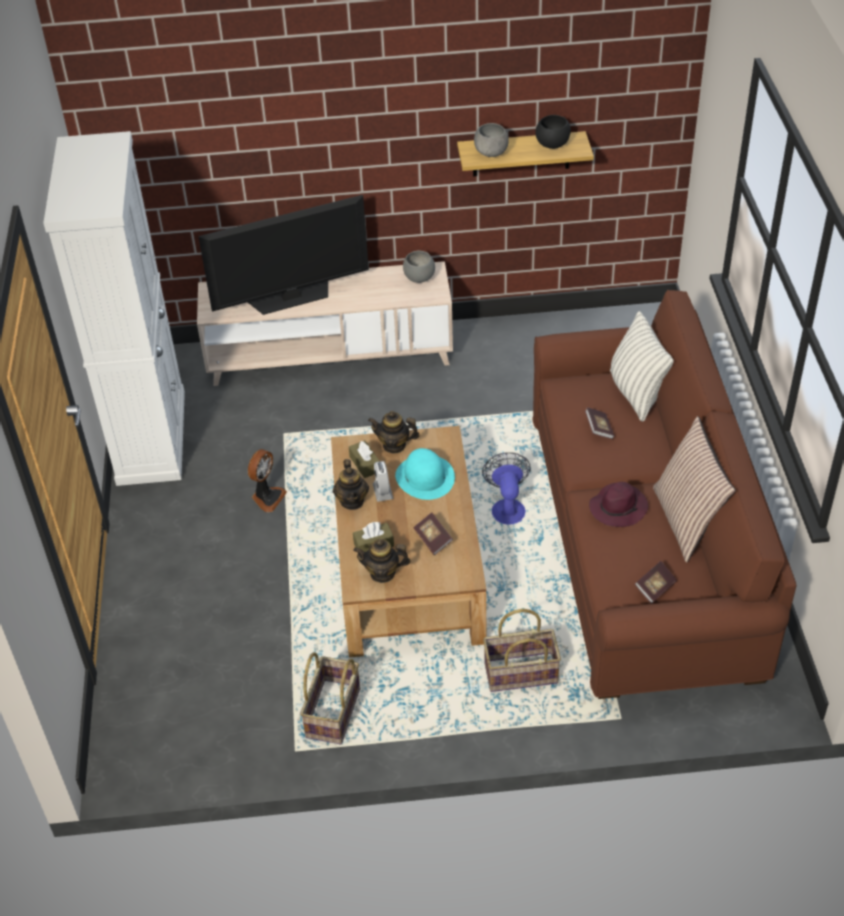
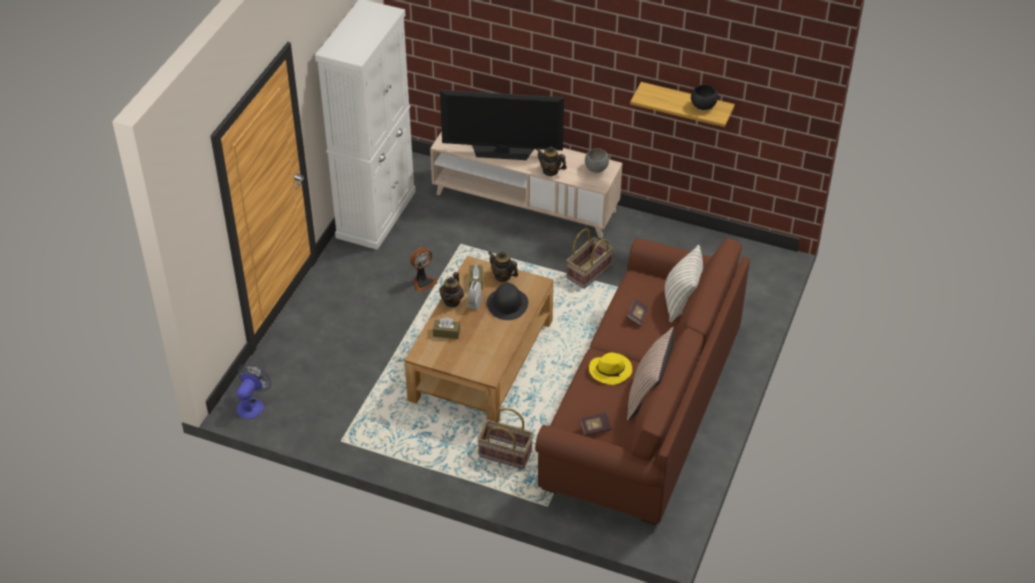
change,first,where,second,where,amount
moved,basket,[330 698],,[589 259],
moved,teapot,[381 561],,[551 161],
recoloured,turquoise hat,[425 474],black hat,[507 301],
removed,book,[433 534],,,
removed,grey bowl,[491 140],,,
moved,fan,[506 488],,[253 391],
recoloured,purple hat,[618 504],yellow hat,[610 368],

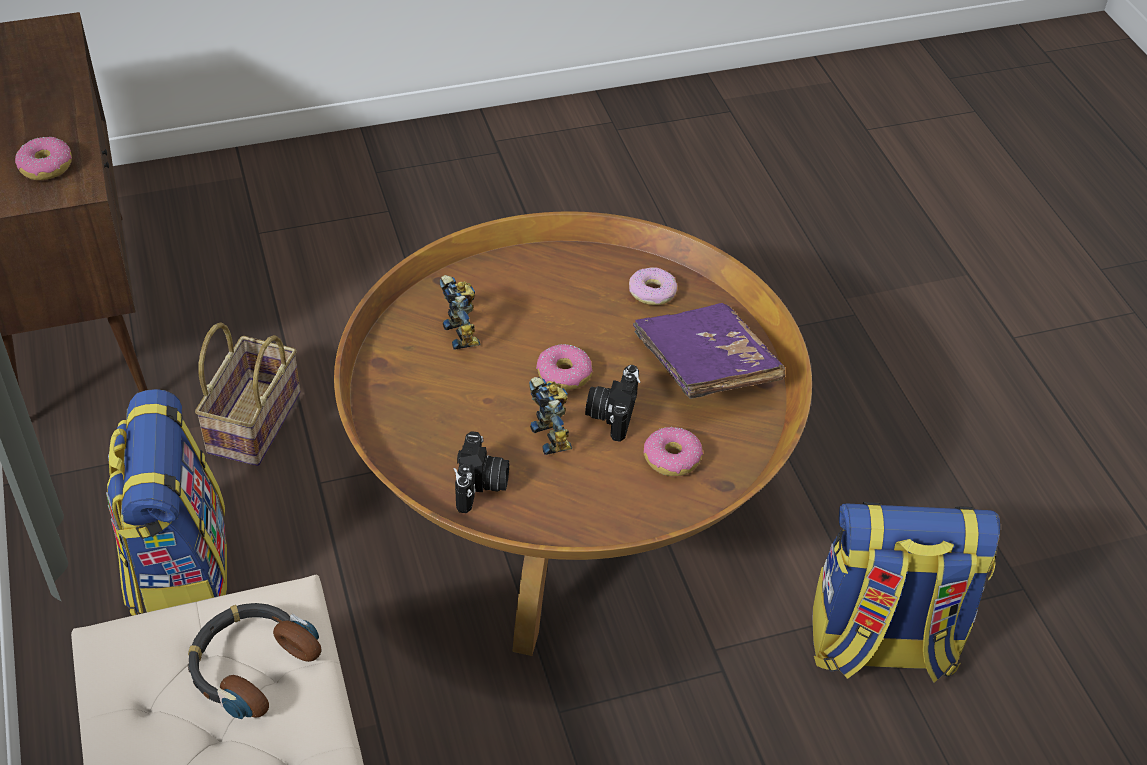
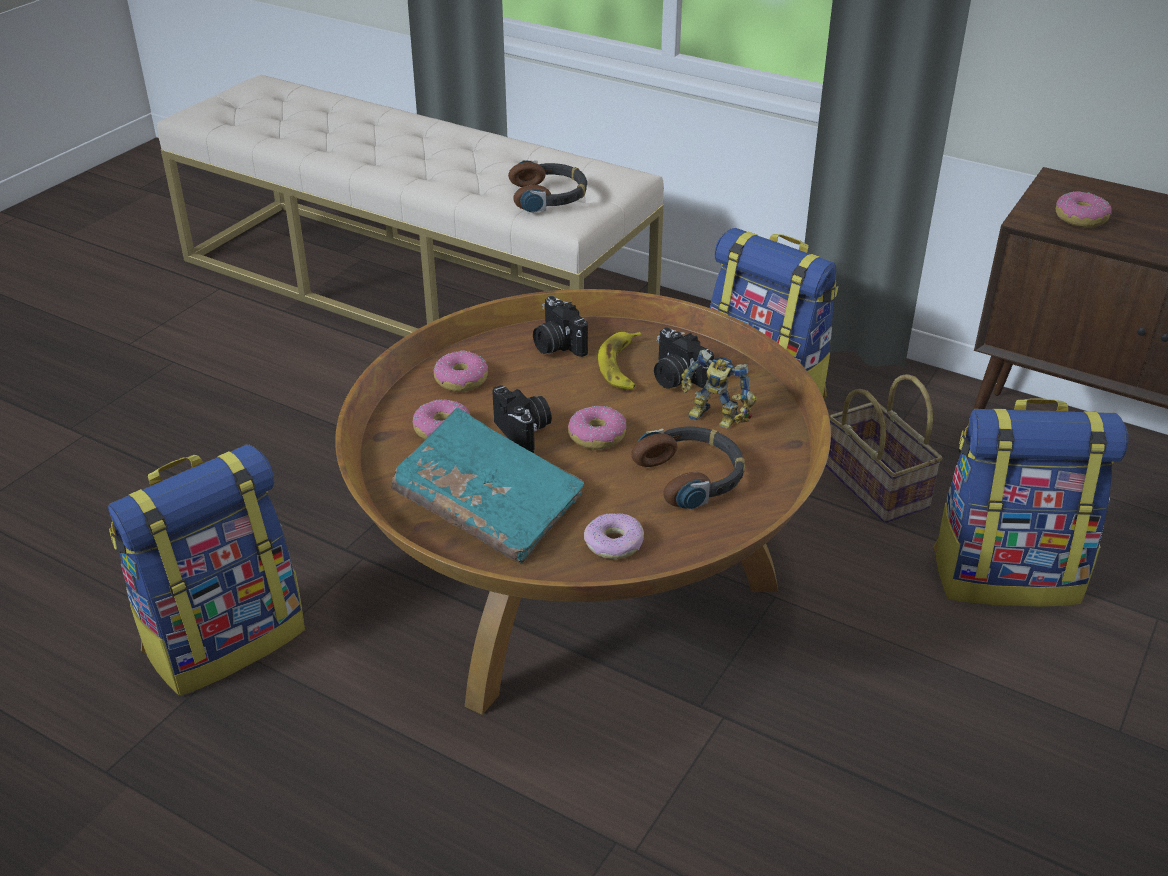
change,first,where,second,where,amount
removed,toy robot,[550 416],,,
recoloured,purple book,[709 351],turquoise book,[487 485],
added,,,donut,[461 371],
added,,,banana,[619 360],
added,,,headphones,[688 468],
added,,,photo camera,[684 358],
added,,,backpack,[1030 502],

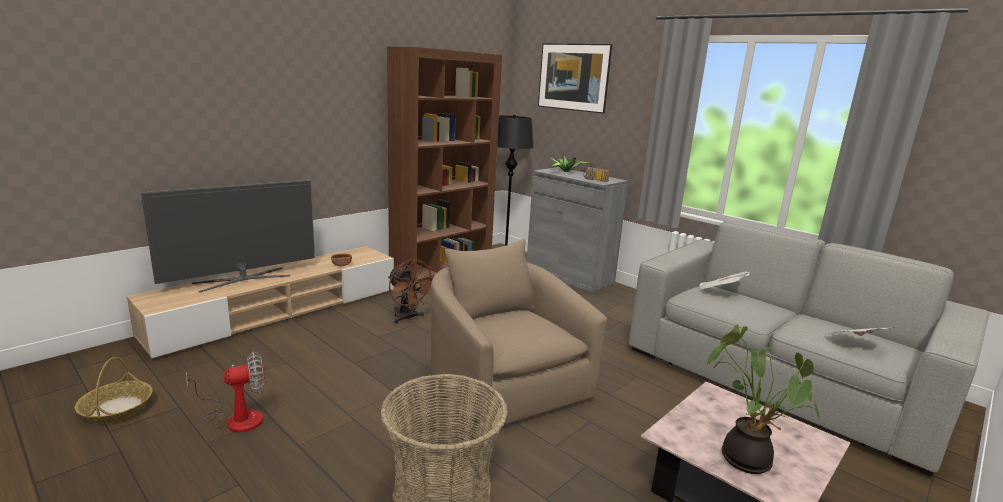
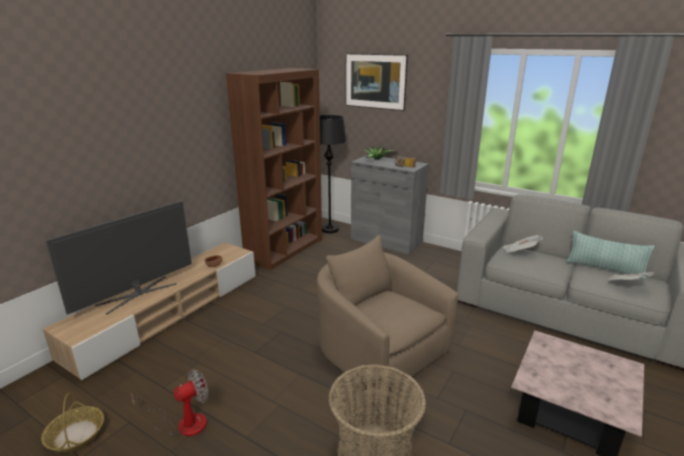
change,first,where,second,where,amount
removed,brown fan,[410 291],,,
removed,potted plant,[763 399],,,
added,,,pillow,[610 255],

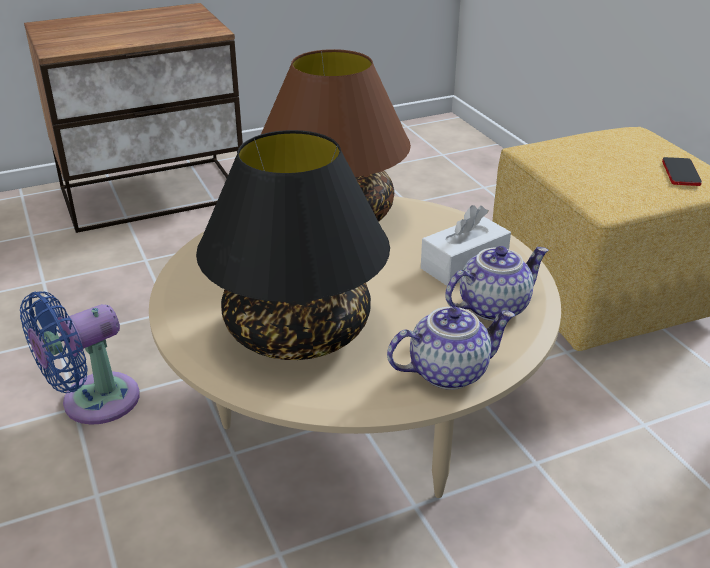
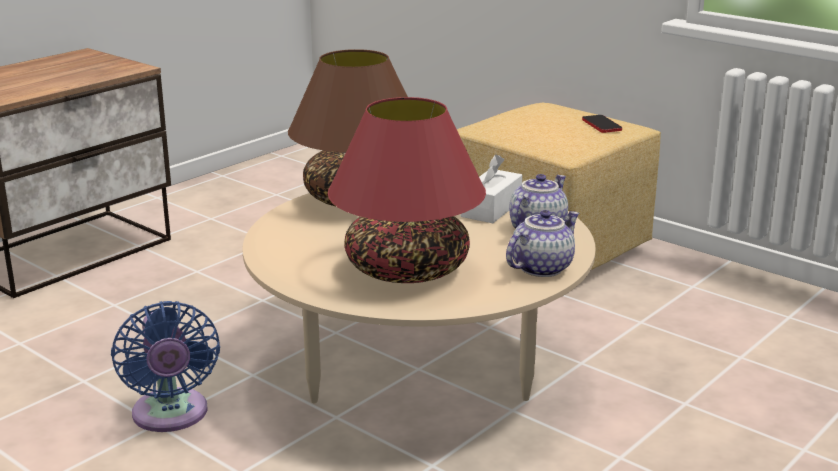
change,first,where,second,where,amount
turned,blue fan,[80 358],,[165 366],45 degrees counterclockwise
recoloured,black table lamp,[293 245],red table lamp,[407 190],

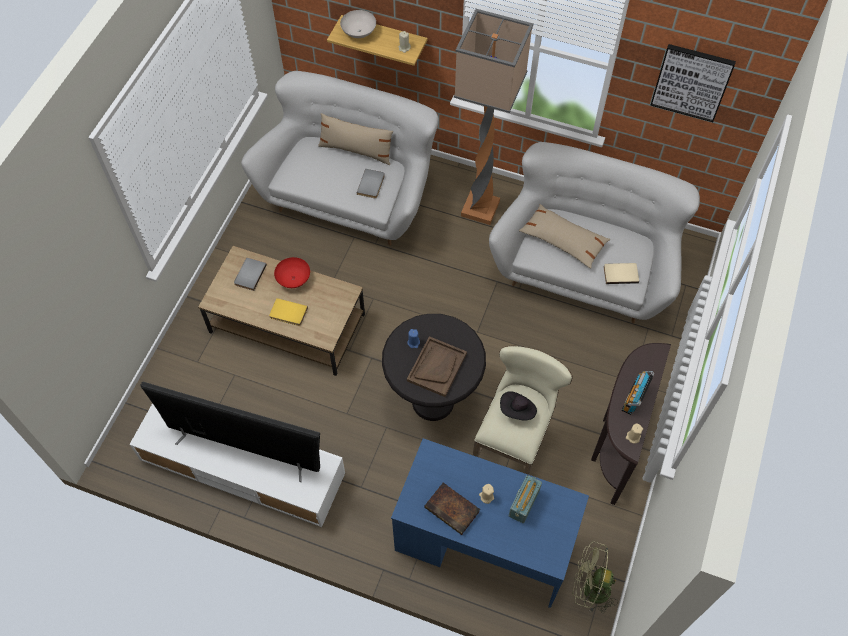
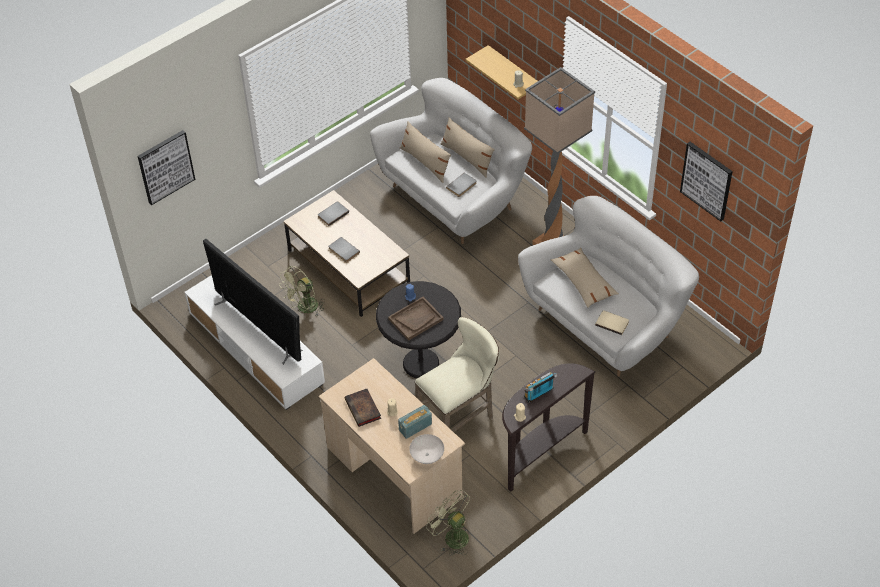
change,first,where,second,where,amount
recoloured,yellow book,[288 312],grey book,[344 249],
removed,red bowl,[292 272],,,
moved,white bowl,[358 24],,[426 449],
recoloured,blue desk,[490 523],beige desk,[392 446],
removed,black hat,[518 406],,,
added,,,picture,[166 167],
added,,,green fan,[302 291],
added,,,beige pillow,[425 152],

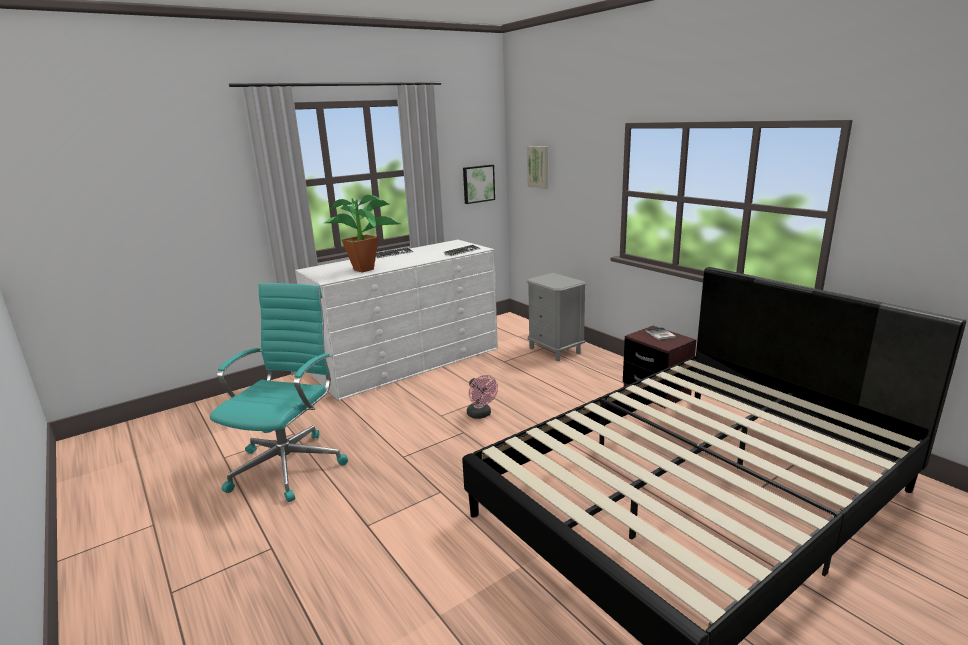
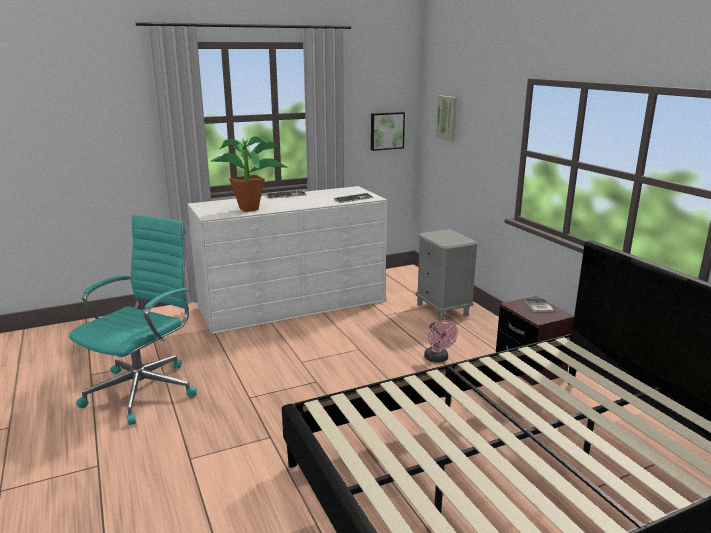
change,first,where,second,where,amount
moved,pink fan,[482 397],,[441 341],

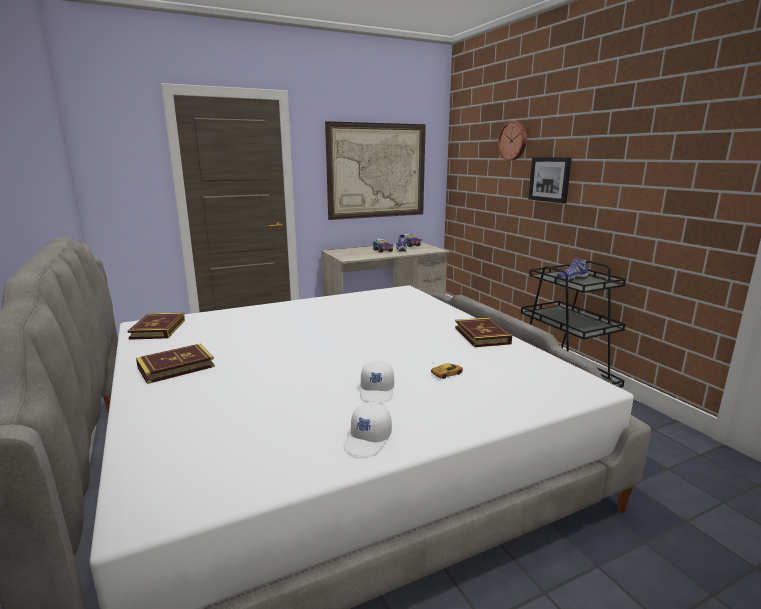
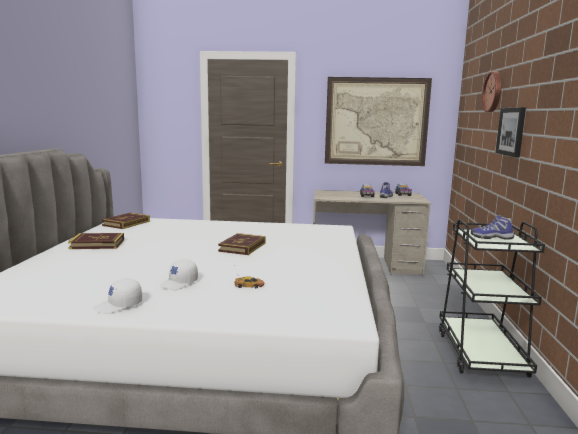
change,first,where,second,where,amount
moved,book,[483 332],,[242 244],

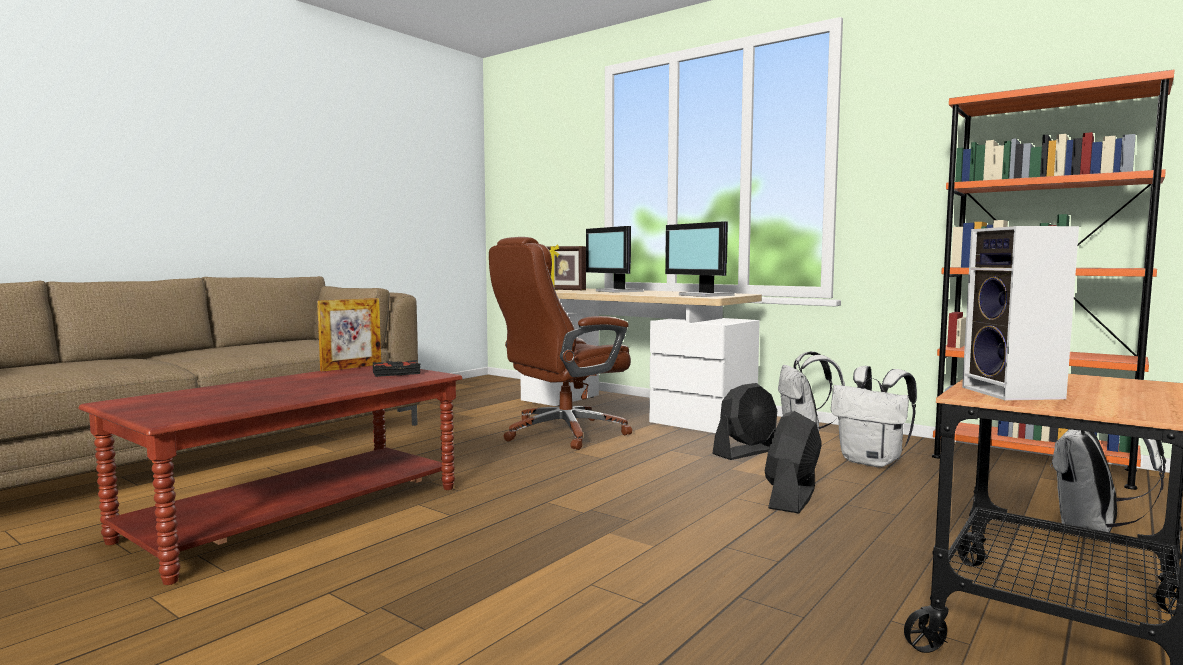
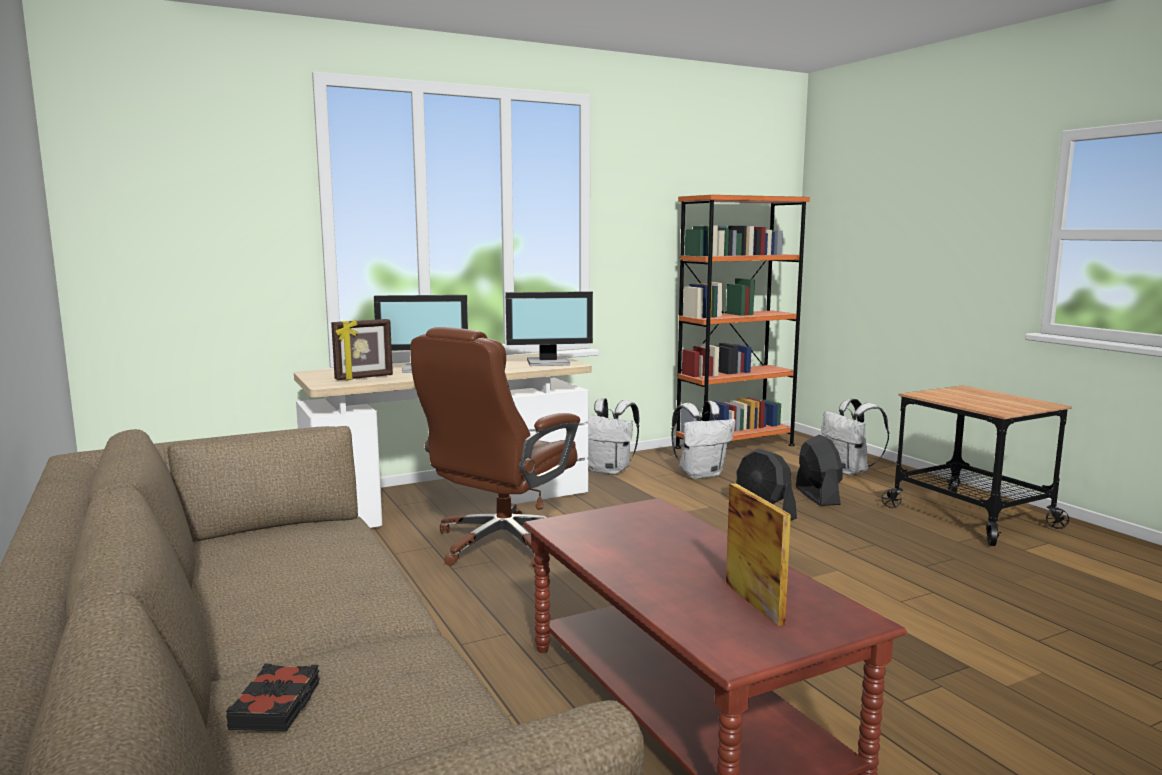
change,first,where,second,where,amount
moved,picture frame,[349 335],,[758 554],
moved,black book,[397 368],,[273 697],
turned,brown office chair,[560 343],,[495 447],45 degrees clockwise
moved,black fan,[745 421],,[819 470],
removed,speaker,[1020 313],,,

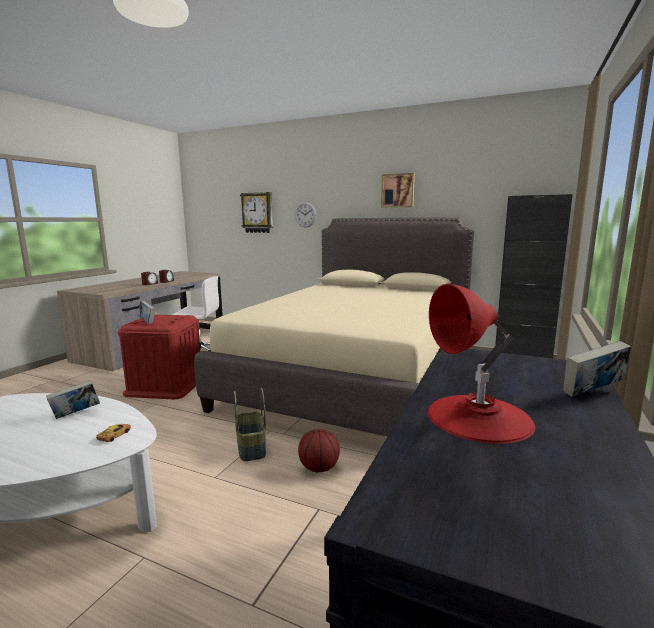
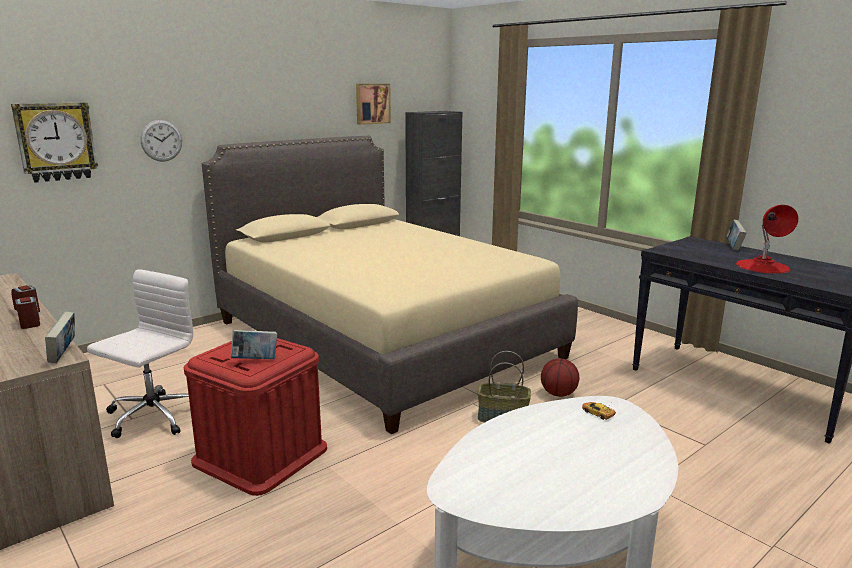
change,first,where,second,where,amount
moved,book,[73 399],,[60 337],
moved,picture,[398 190],,[373 104],

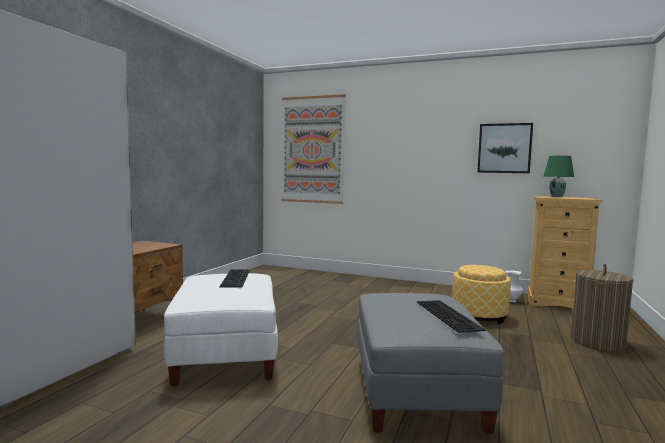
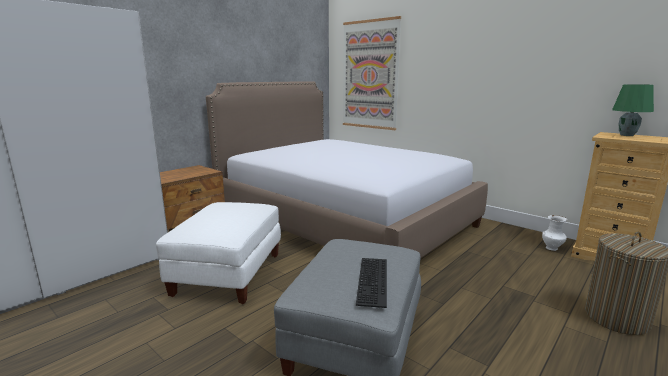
change,first,where,second,where,amount
removed,keyboard,[234 278],,,
removed,ottoman,[481 294],,,
removed,picture,[505 148],,,
added,,,bed,[347 169],

